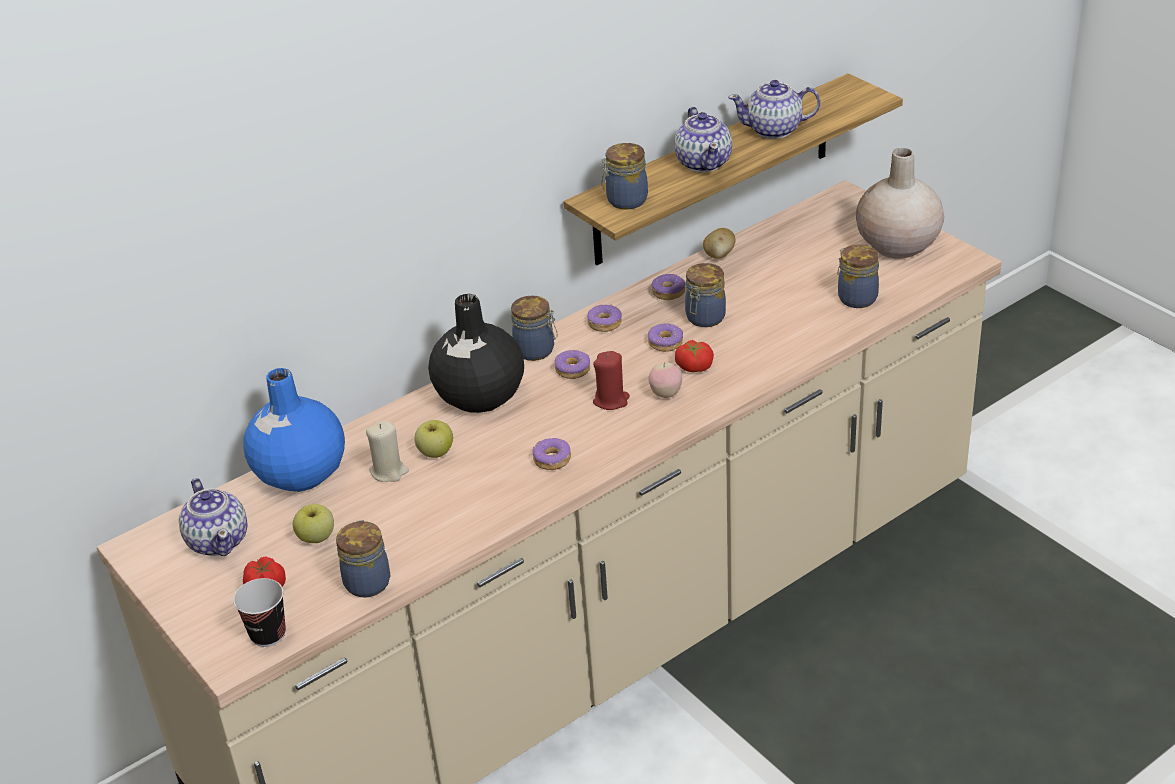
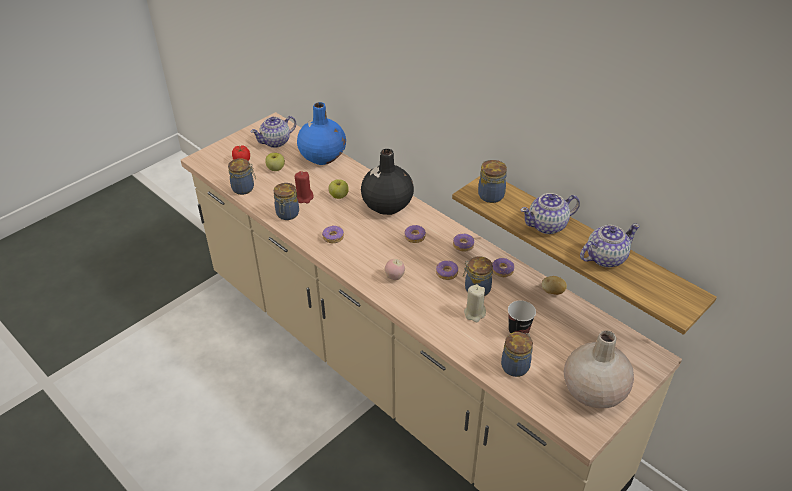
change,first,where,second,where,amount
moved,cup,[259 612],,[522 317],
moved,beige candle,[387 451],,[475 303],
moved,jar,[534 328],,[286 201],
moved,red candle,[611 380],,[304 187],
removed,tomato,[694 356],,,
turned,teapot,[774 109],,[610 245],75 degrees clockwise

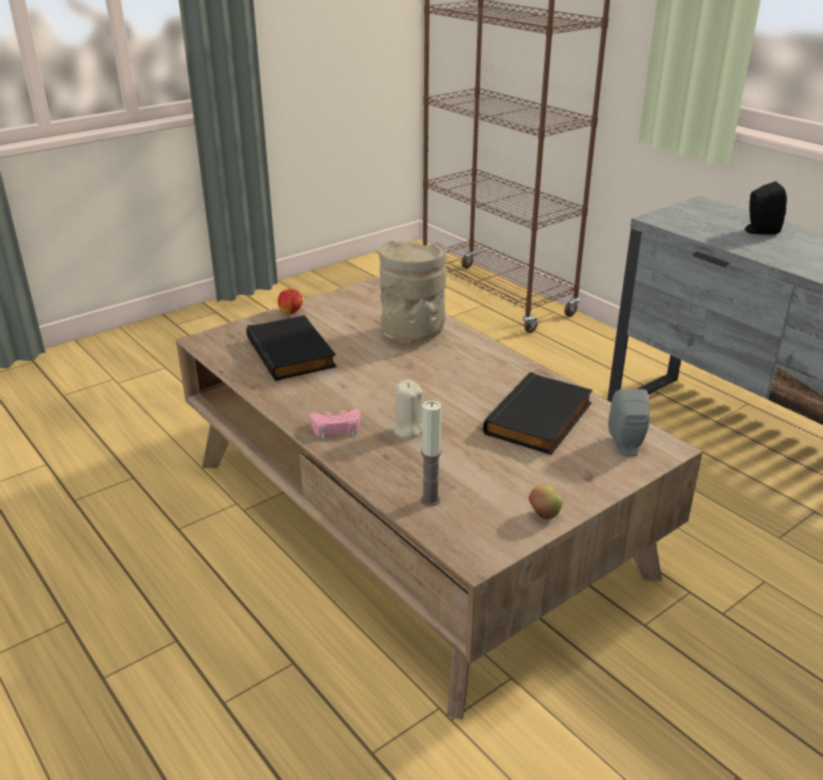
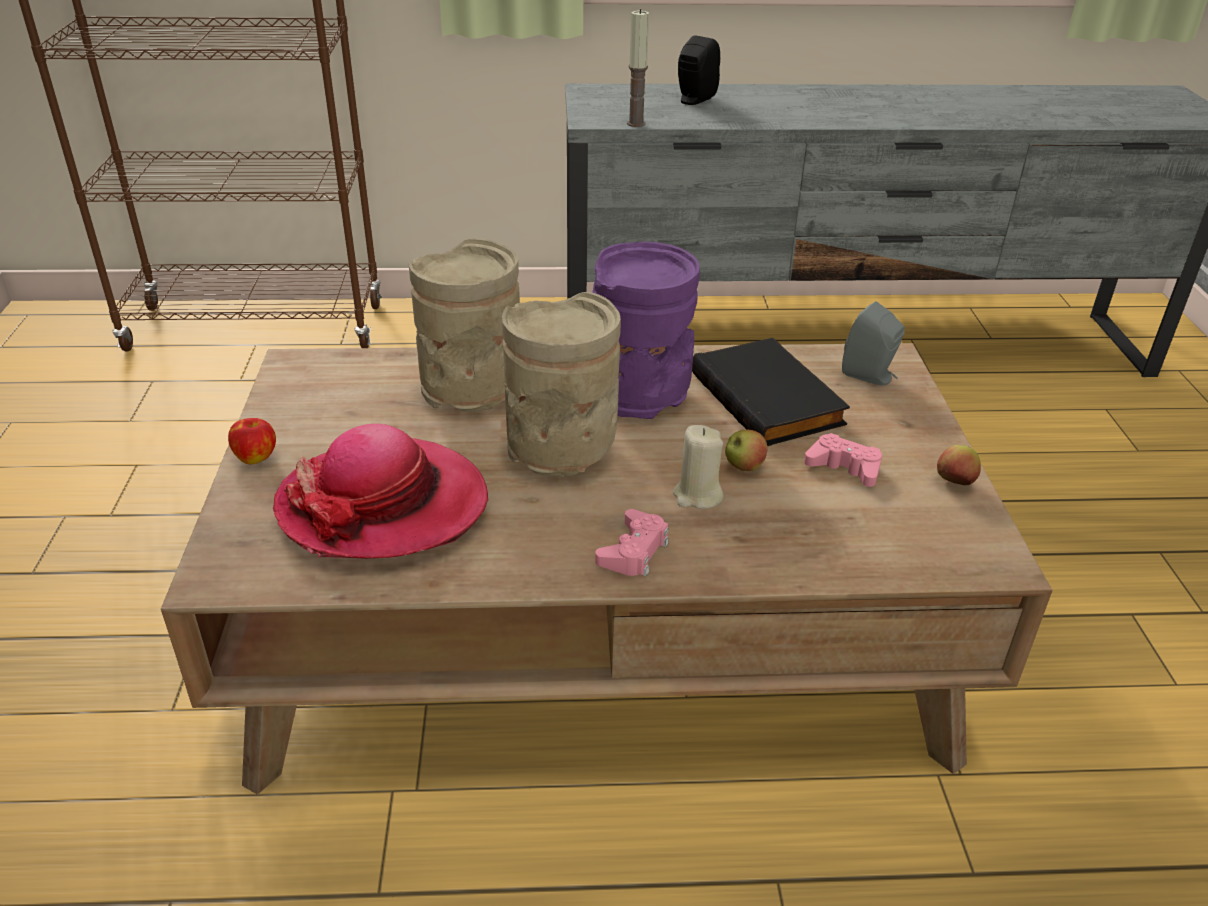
change,first,where,second,where,amount
replaced,black book,[291 348],hat,[380 491],
moved,candle,[431 453],,[638 68],
added,,,beige vase,[561 385],
added,,,purple vase,[646 330],
added,,,apple,[746 450],
added,,,pink game controller,[843 460],

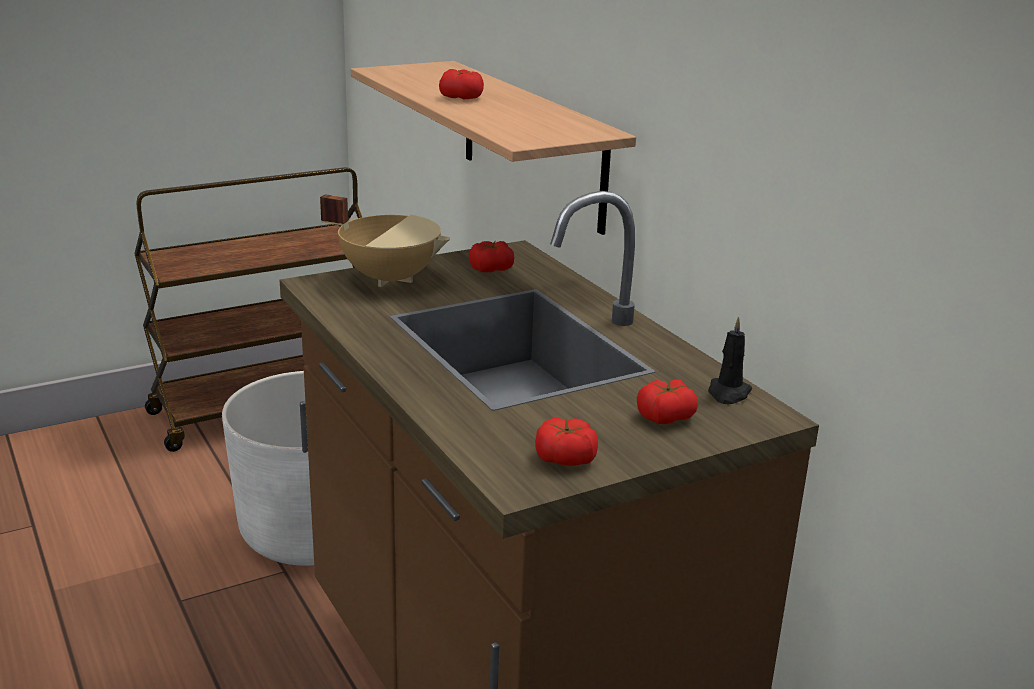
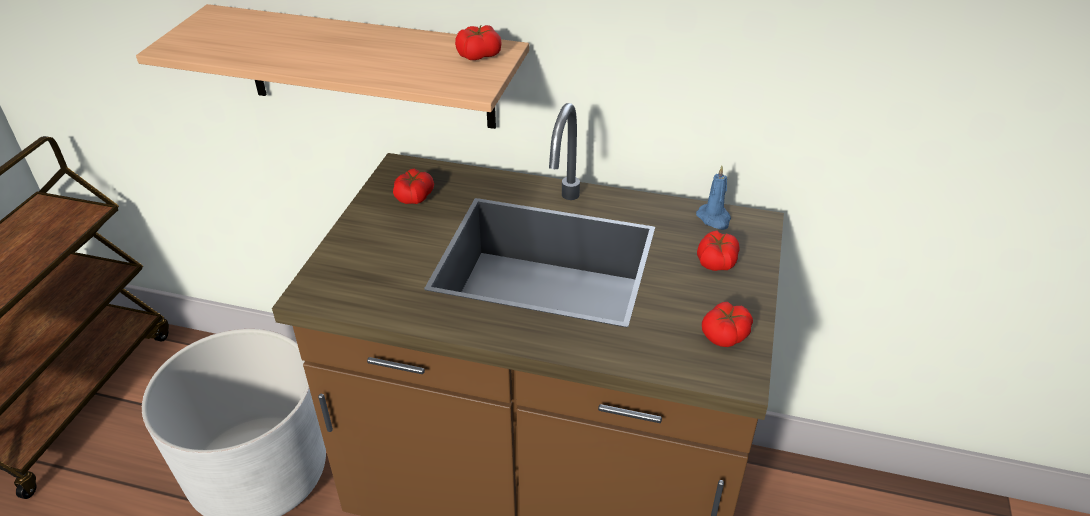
change,first,where,second,where,amount
removed,beige cooking pot,[385 240],,,
moved,tomato,[461 84],,[478 42],
recoloured,black candle,[730 360],blue candle,[713 198],

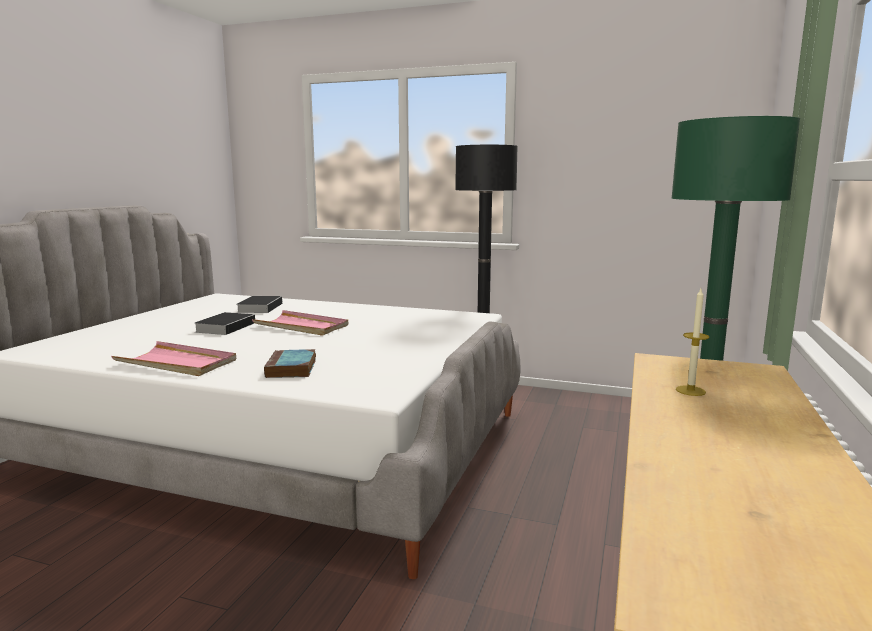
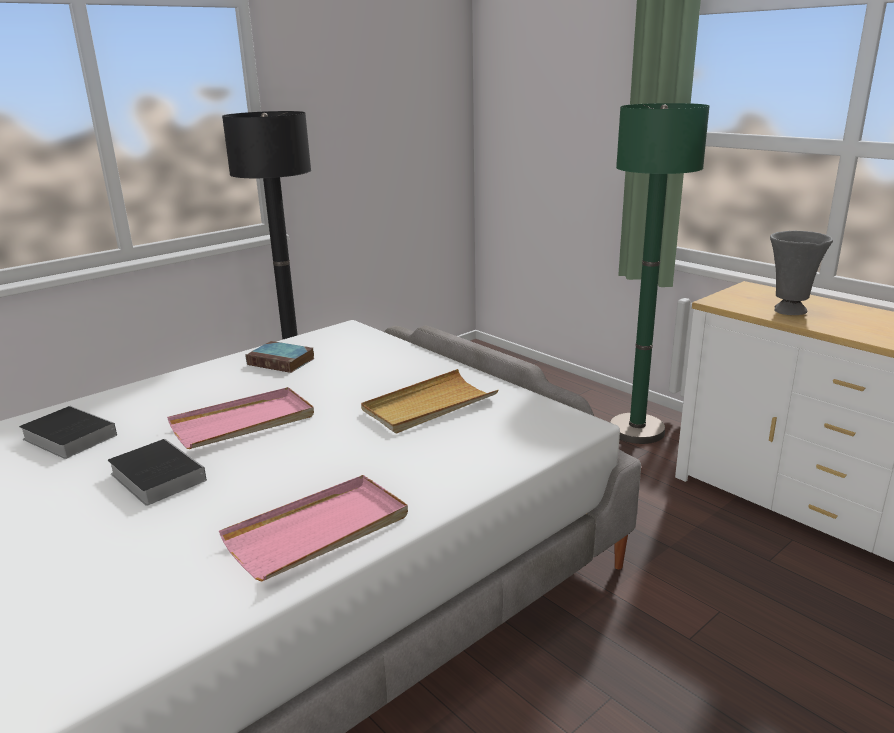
change,first,where,second,where,amount
moved,book,[290 363],,[280 357],
replaced,candle,[692 342],grey vase,[801 273],
added,,,beige tray,[429 401],

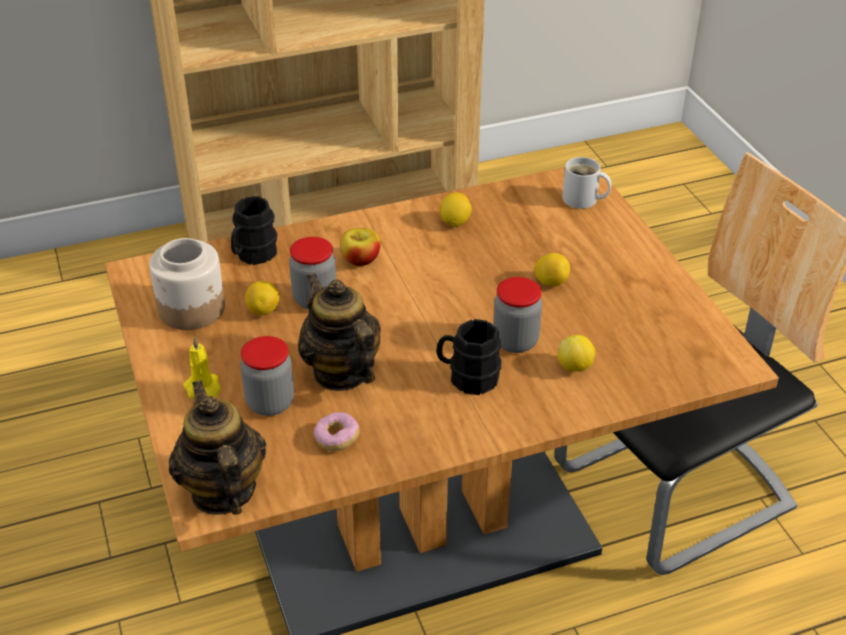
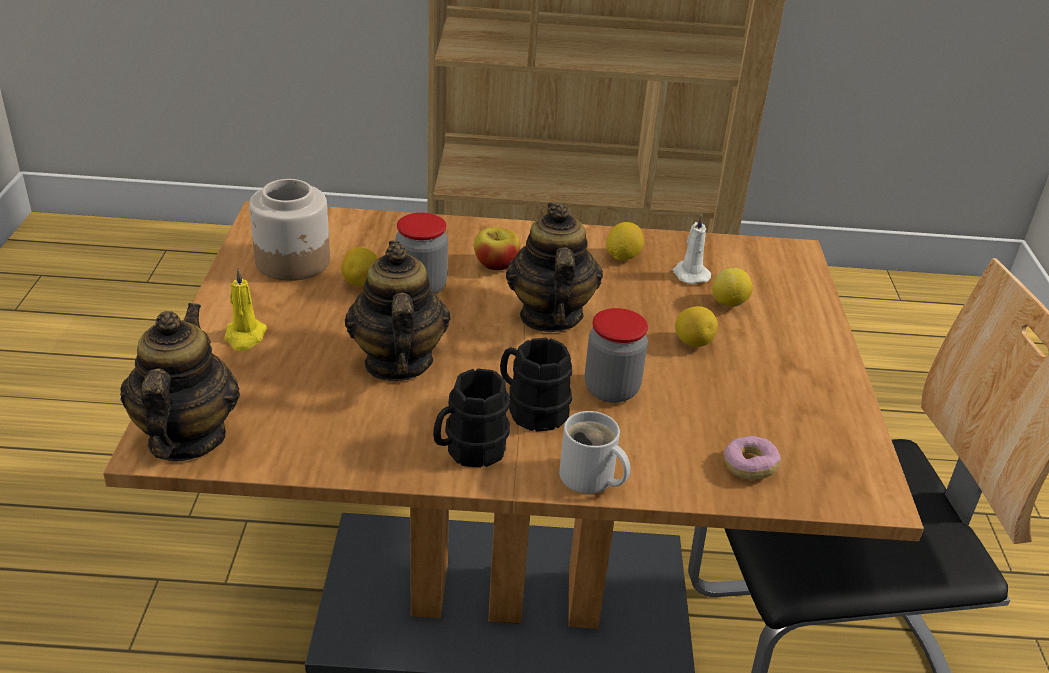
change,first,where,second,where,amount
moved,black mug,[254 230],,[471 418],
removed,jar,[267 376],,,
moved,donut,[337 431],,[752 458],
moved,lemon,[576 353],,[732 287],
moved,white mug,[587 183],,[595 452],
added,,,teapot,[554 267],
added,,,white candle,[692 248],

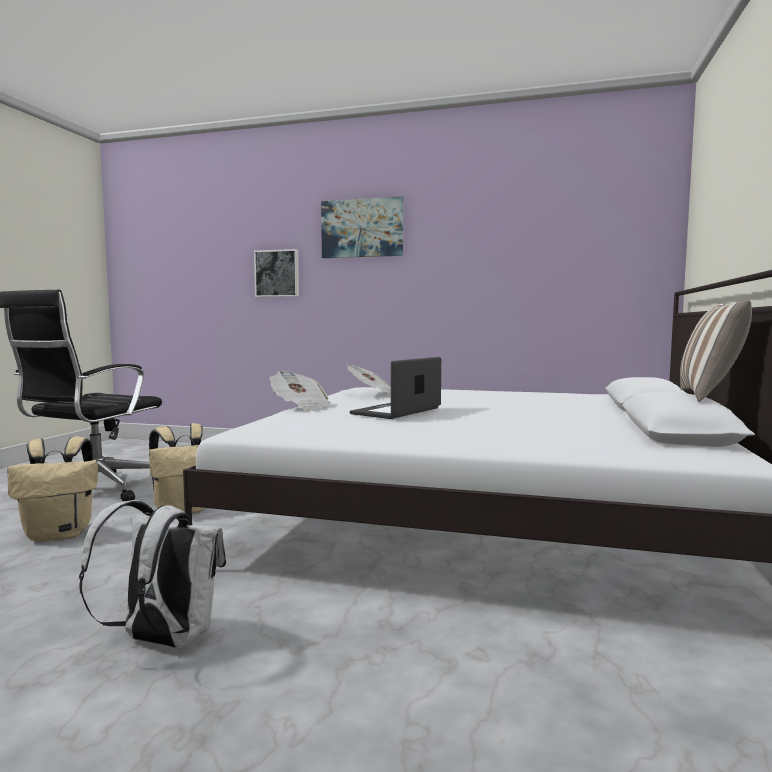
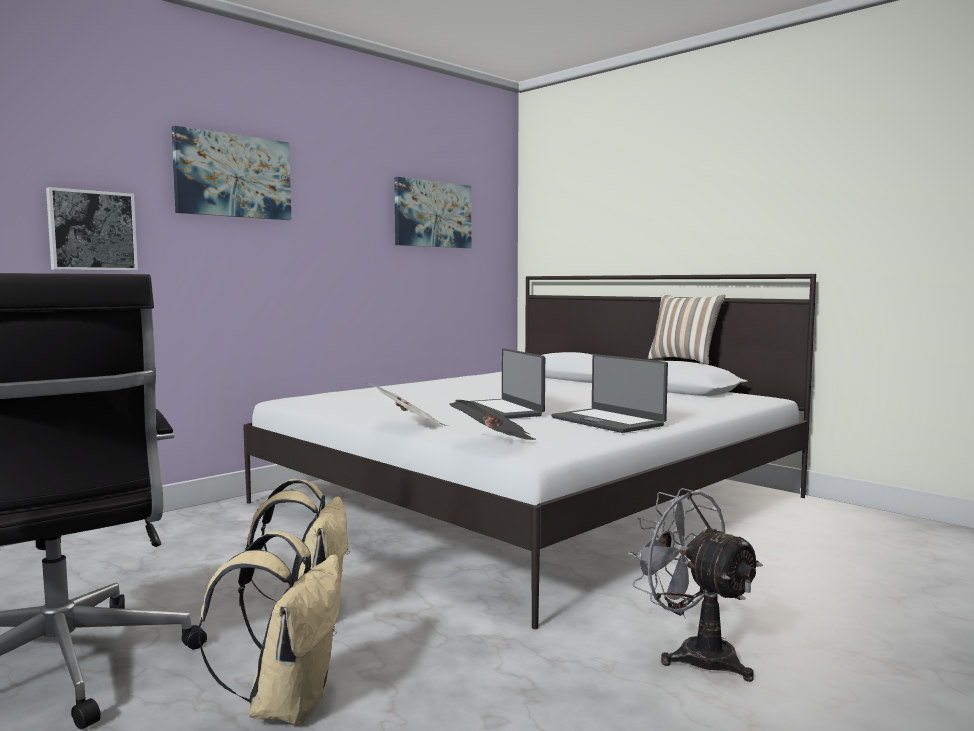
change,first,where,second,where,amount
replaced,white backpack,[152 574],grey fan,[695 585],
moved,newspaper,[368 378],,[492 420],
added,,,picture,[432 212],
added,,,laptop,[609 393],

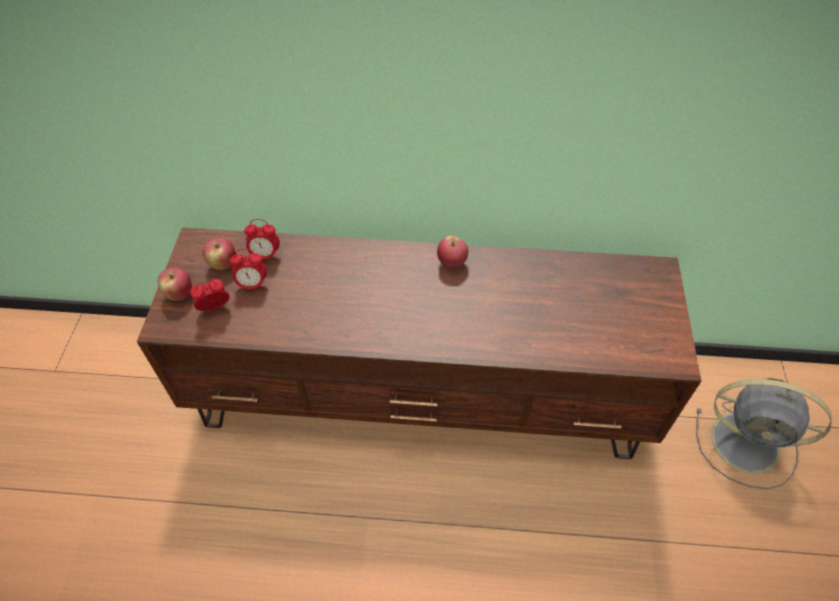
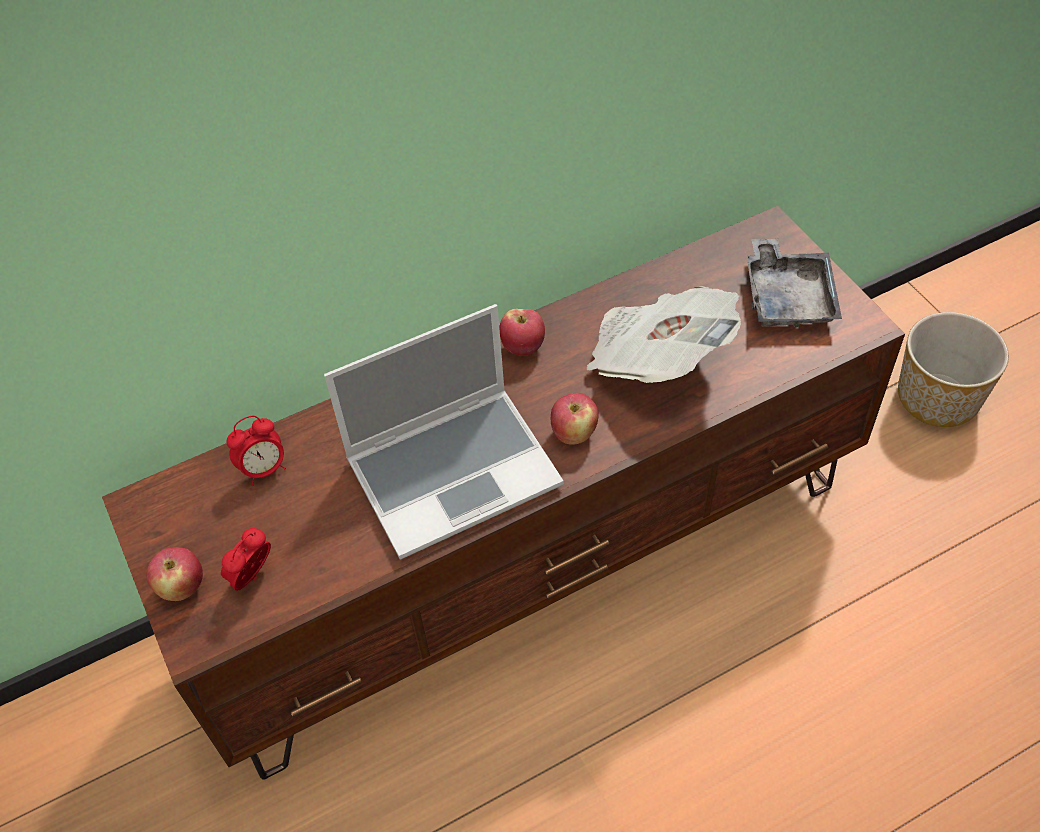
change,first,where,second,where,amount
moved,apple,[219 254],,[575 419],
removed,alarm clock,[248 270],,,
replaced,grey fan,[764 433],planter,[953 369],
added,,,laptop,[444 431],
added,,,newspaper,[663 334],
added,,,grey tray,[794 283],

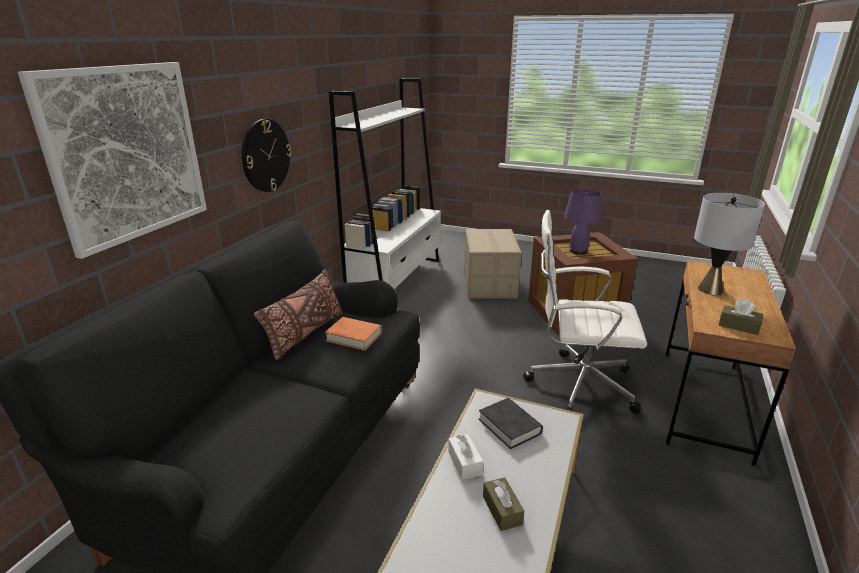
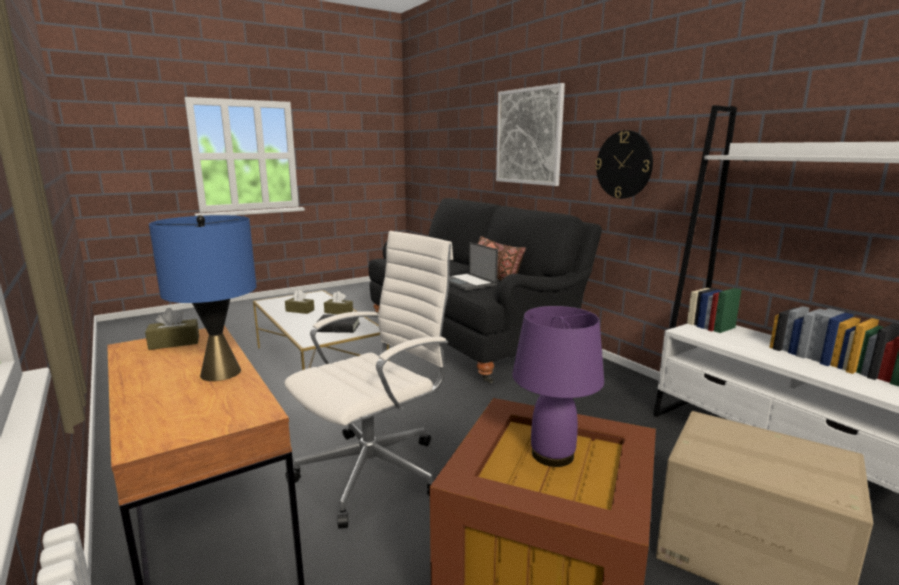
change,first,where,second,where,amount
replaced,orange book,[353 334],laptop,[473 266],
recoloured,white tissue box,[465 457],brown tissue box,[338 302],
recoloured,grey table lamp,[729 244],blue table lamp,[203 298],

